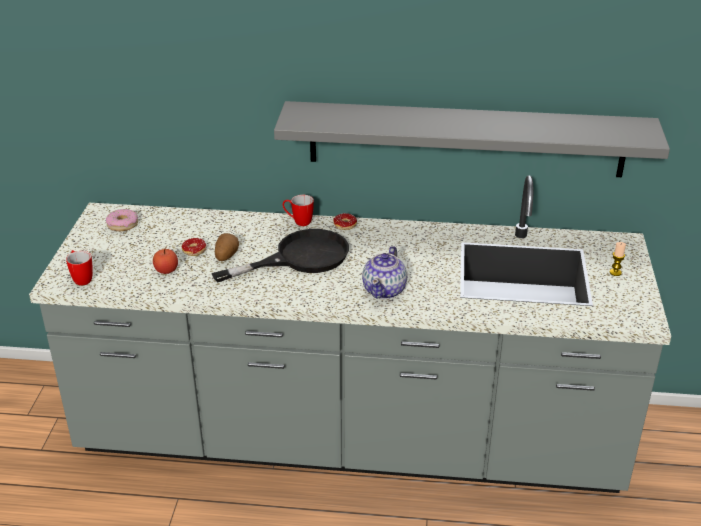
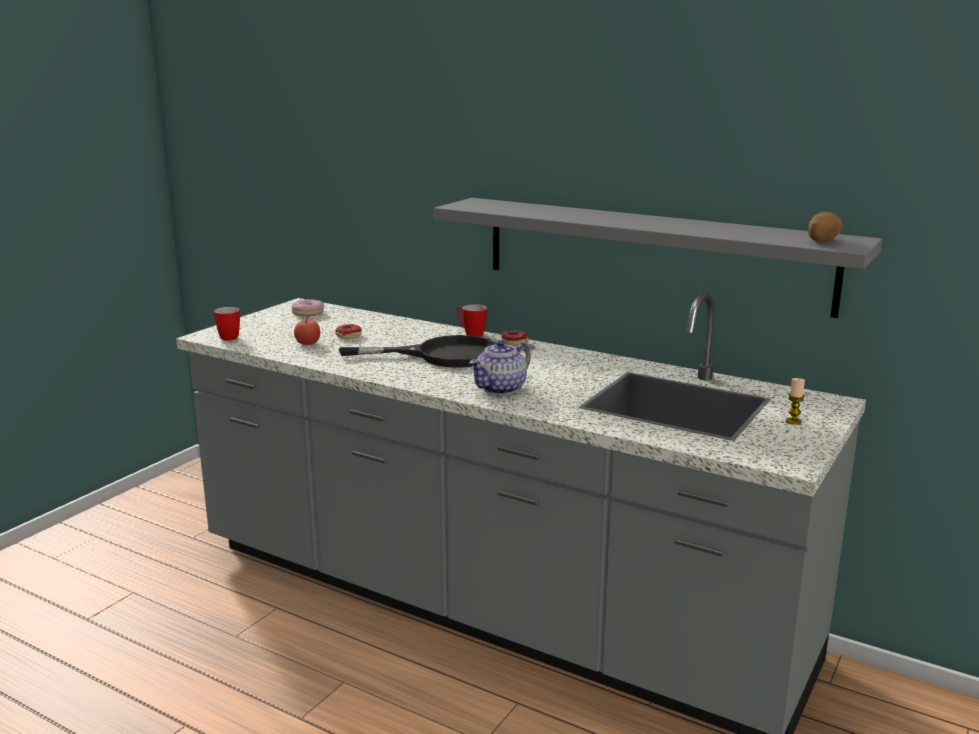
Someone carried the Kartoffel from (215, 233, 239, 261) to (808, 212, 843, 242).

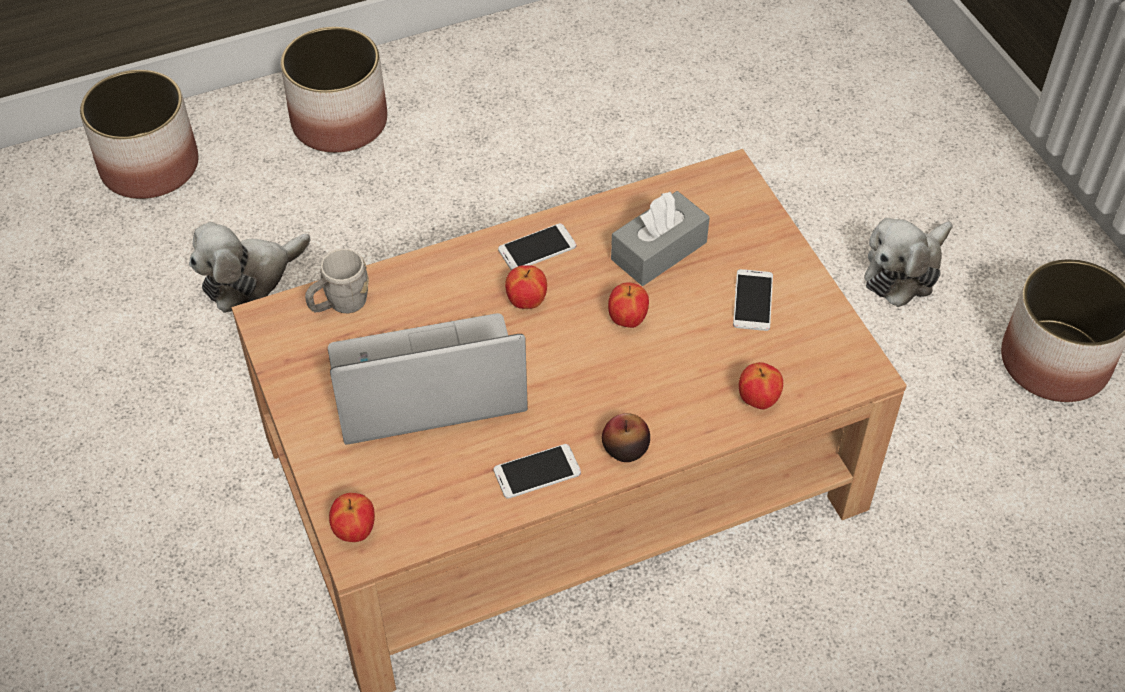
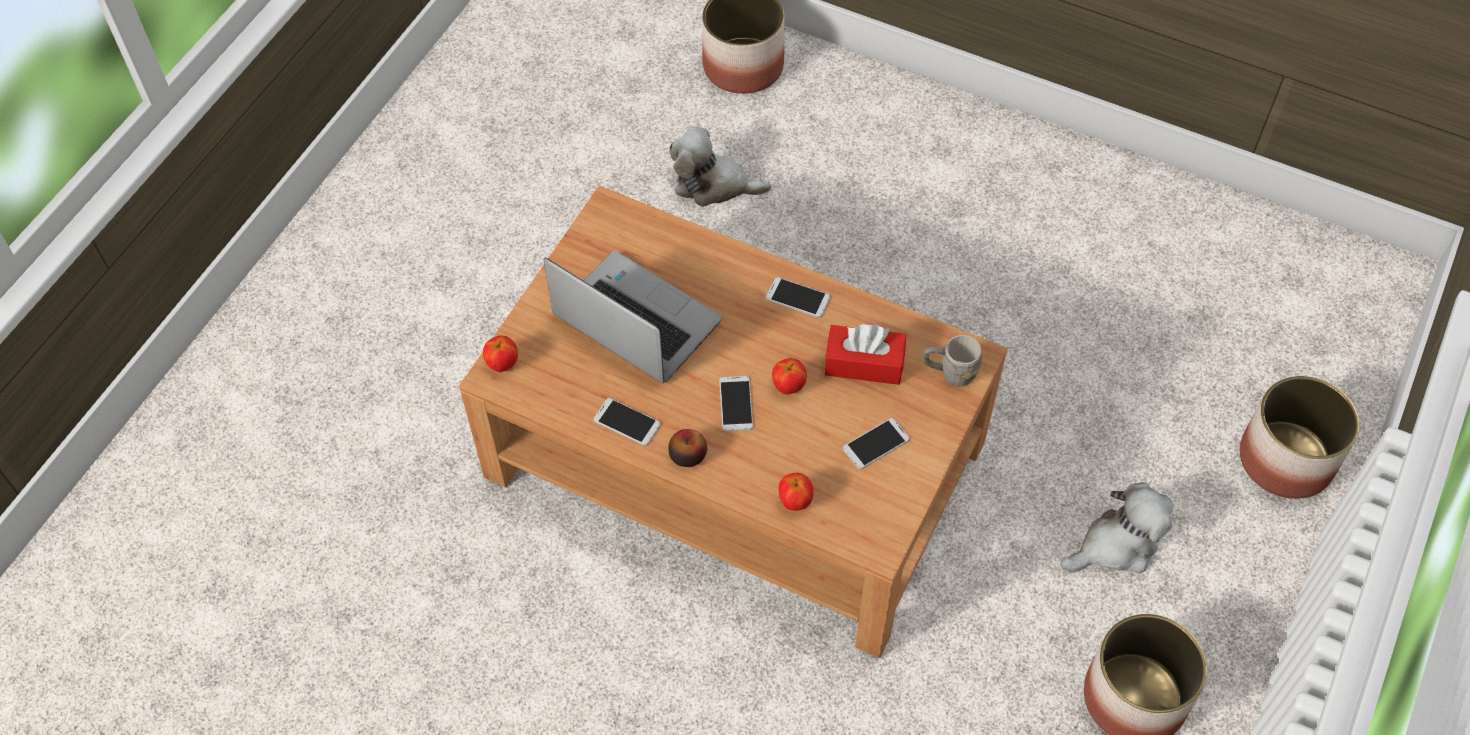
Someone carried the Pflanzkübel from (280, 27, 387, 153) to (1240, 376, 1360, 499). Someone repainted the Taschentuchbox [grau] at (611, 191, 710, 286), which became the Taschentuchbox [rot] at (825, 324, 906, 385). Someone rotated the Plüschtier at (865, 218, 953, 307) by 150 degrees clockwise. Someone carried the Henkelbecher [grau] from (305, 249, 369, 313) to (924, 335, 983, 386). Someone took away the Apfel at (505, 265, 547, 309). Someone put down the Handy at (719, 376, 753, 431).

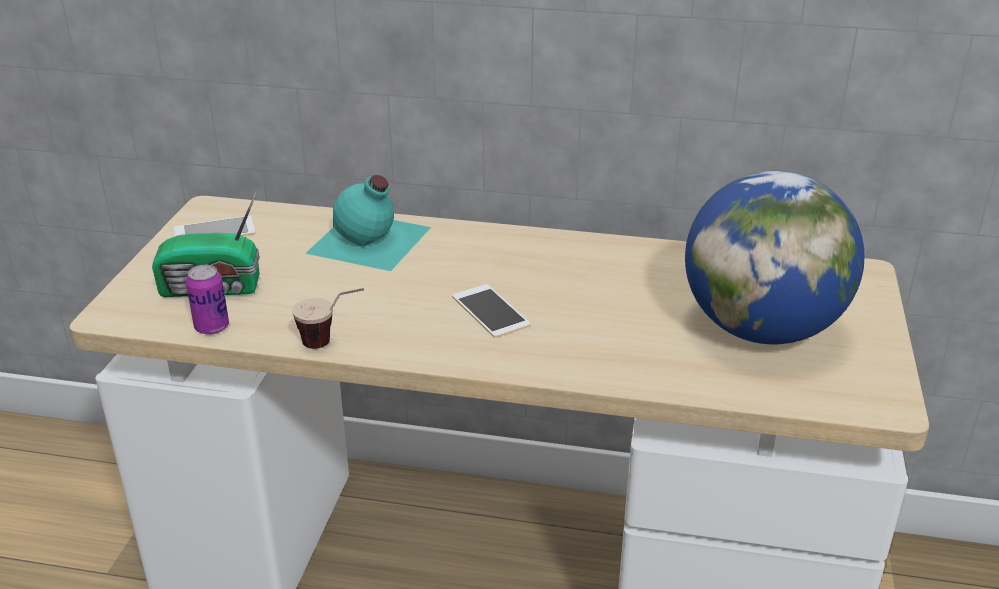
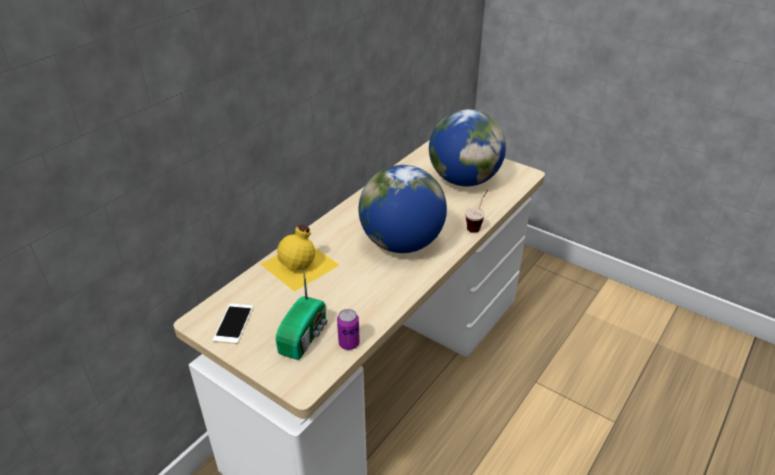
Someone repainted the Flasche [türkis] at (305, 175, 431, 271), which became the Flasche [gelb] at (261, 225, 339, 292). Someone swapped the Handy at (452, 284, 531, 338) for the Globus at (359, 165, 447, 253). Someone carried the Tasse from (292, 288, 364, 349) to (465, 190, 488, 233).

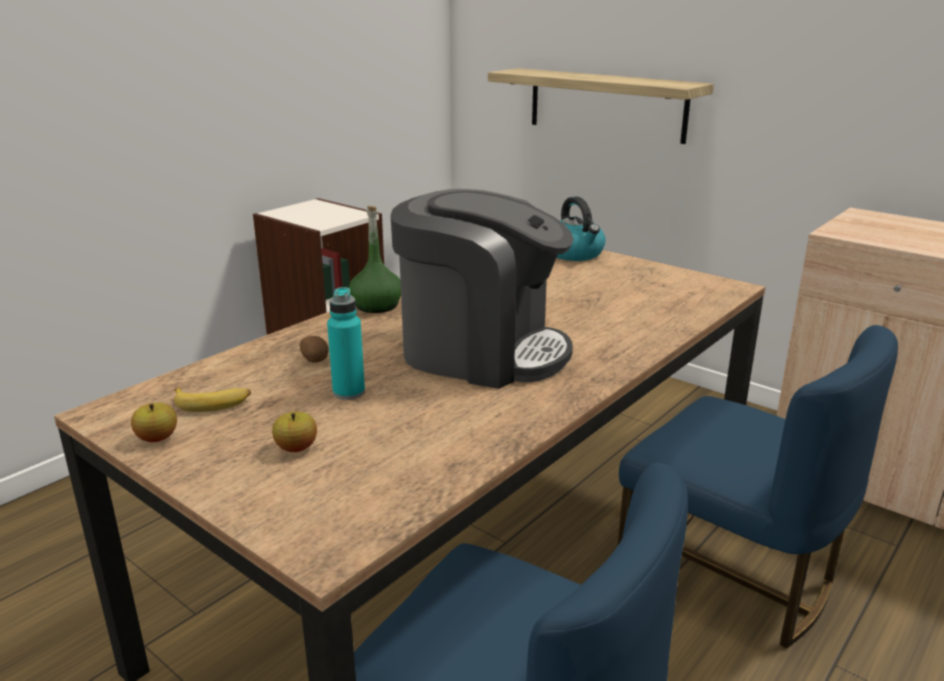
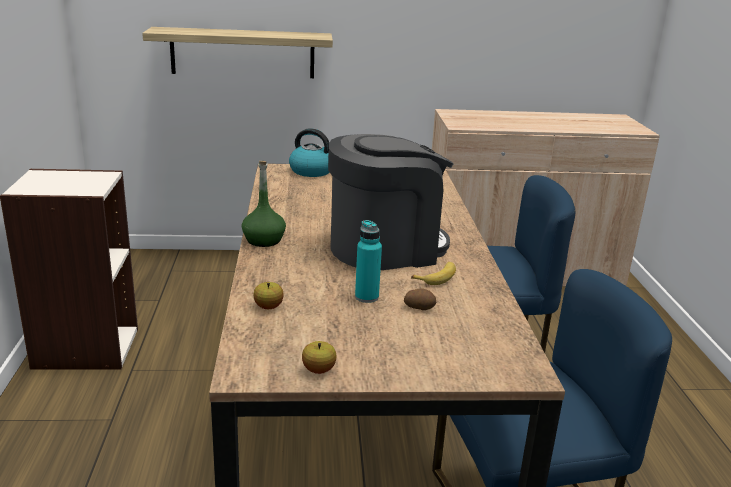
Someone carried the Kartoffel from (299, 336, 329, 363) to (404, 288, 436, 310). Someone carried the Banane from (174, 387, 251, 412) to (411, 262, 456, 285). Someone carried the Apfel from (272, 412, 317, 452) to (253, 282, 284, 309).

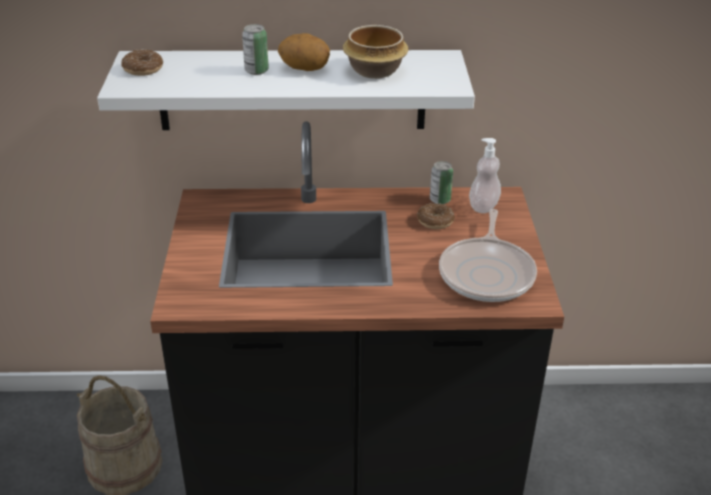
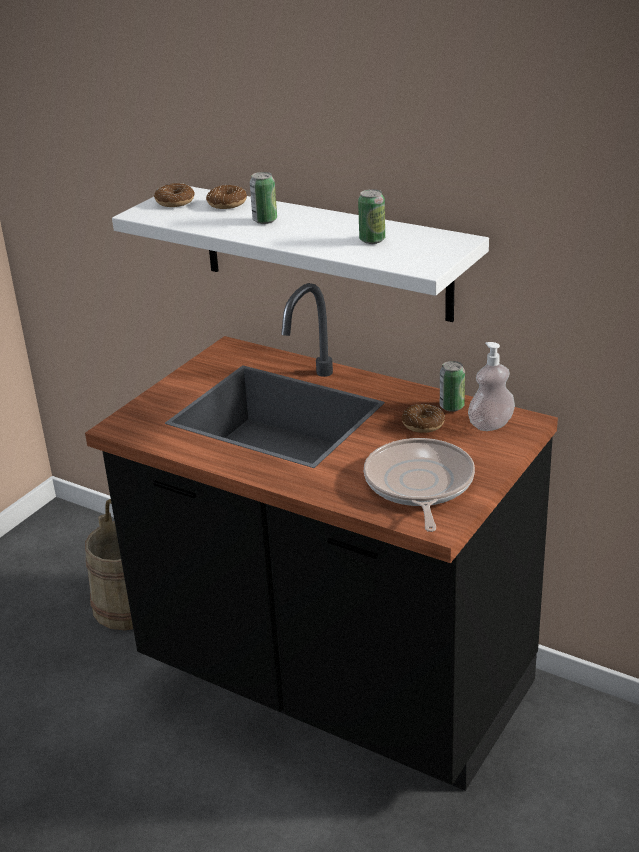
Someone swapped the Schüssel at (343, 25, 409, 79) for the Dose at (358, 189, 385, 244). Someone took away the Kartoffel at (278, 33, 330, 71). Someone rotated the Pfanne at (439, 209, 537, 302) by 135 degrees clockwise. Someone put down the Donut at (206, 185, 247, 209).

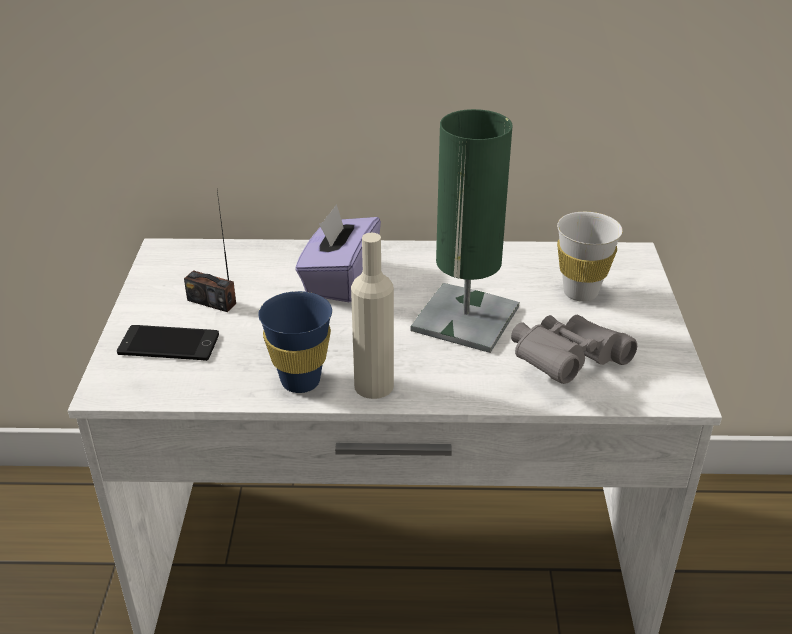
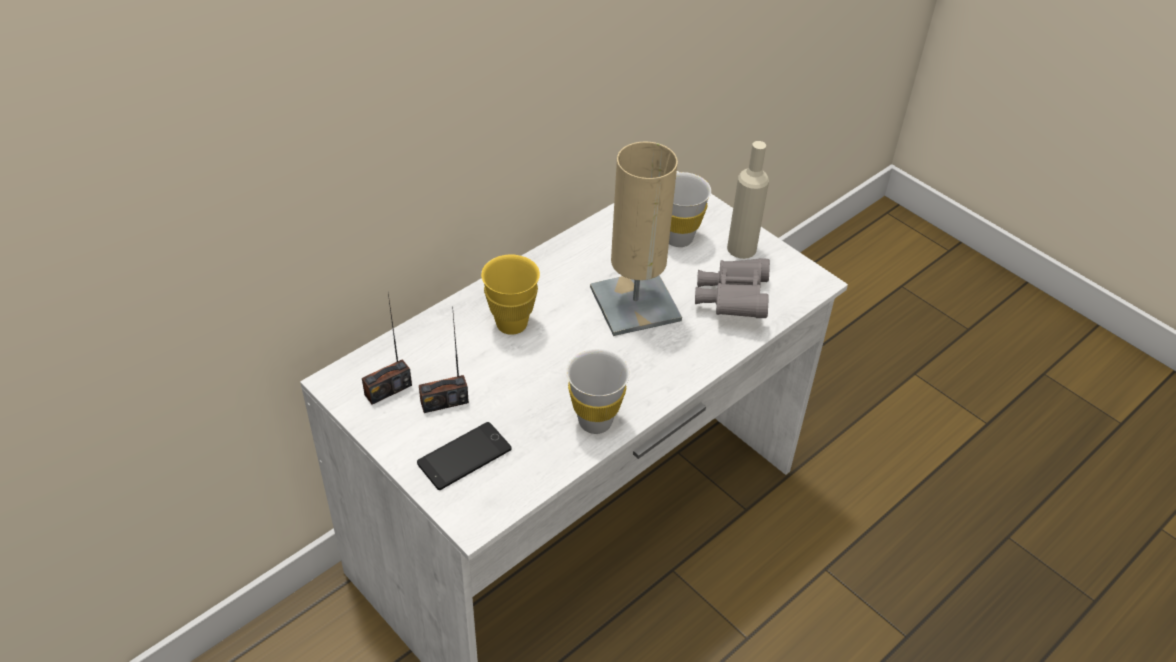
Someone repainted the Tischlampe [grün] at (411, 109, 519, 353), which became the Tischlampe [beige] at (590, 142, 682, 336). Someone swapped the Taschentuchbox [lila] at (295, 204, 381, 303) for the Tasse [gelb] at (481, 255, 540, 335). Someone carried the Flasche [beige] from (351, 233, 394, 399) to (727, 141, 769, 259). Someone repainted the Tasse [blau] at (258, 291, 332, 393), which became the Tasse [weiß] at (566, 349, 630, 434). Someone put down the Radio at (362, 293, 412, 405).

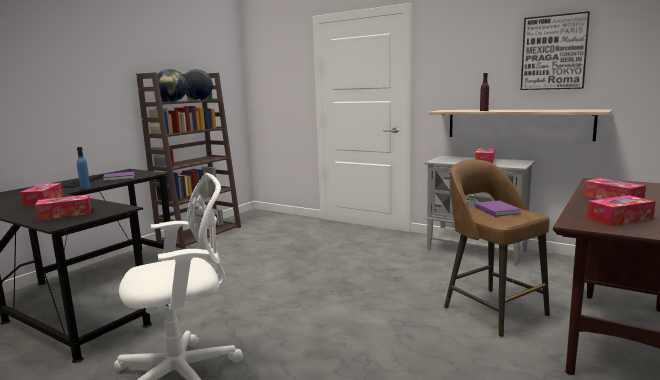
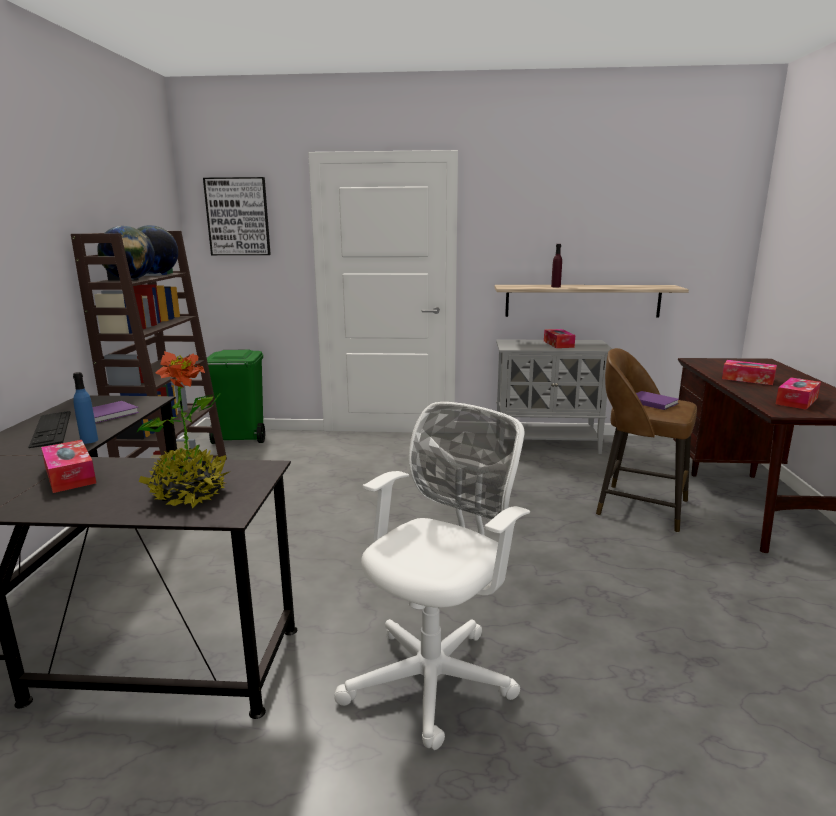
Someone carried the Bild from (521, 11, 590, 90) to (203, 177, 271, 255). Someone swapped the Taschentuchbox at (35, 194, 91, 221) for the Topfpflanze at (136, 351, 231, 509). Someone put down the Mülleimer [grün] at (207, 349, 265, 444).

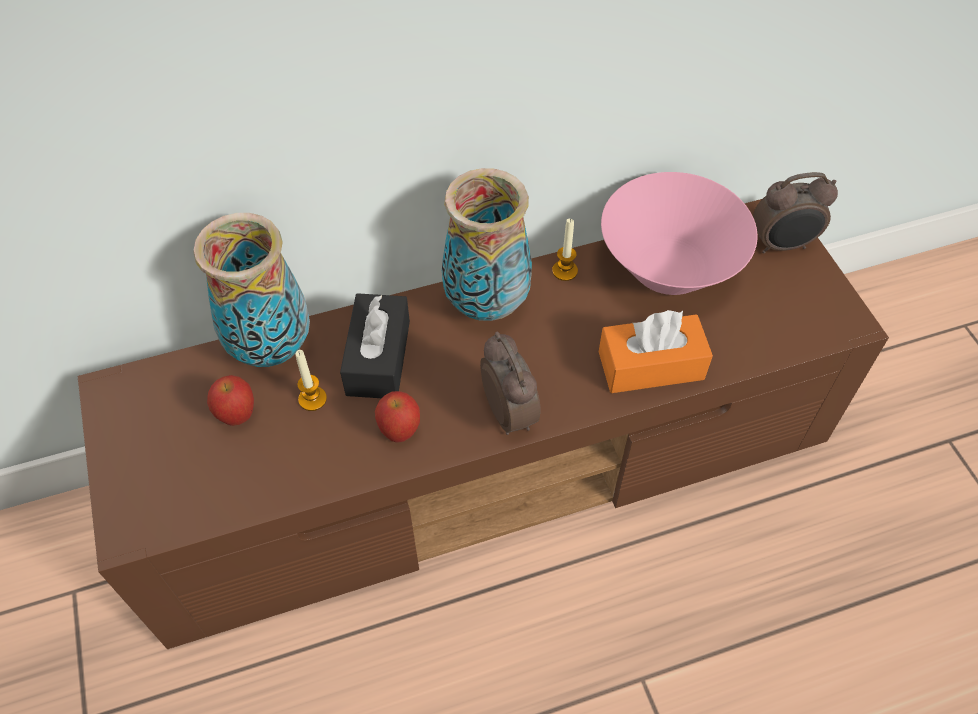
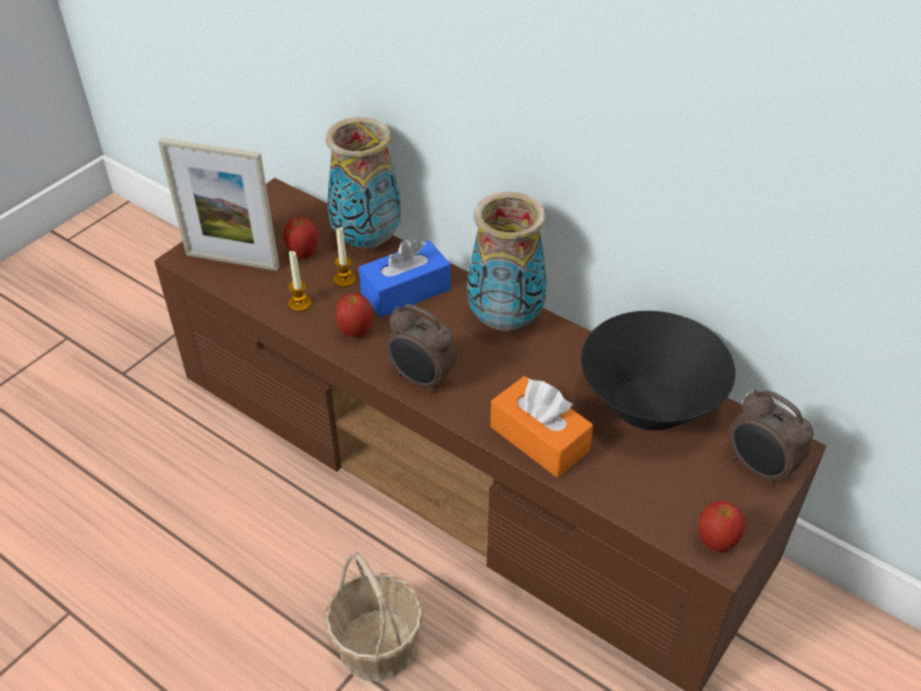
Someone repainted the Schüssel [rosa] at (601, 172, 758, 295), which became the Schüssel [schwarz] at (581, 311, 735, 431). Someone carried the Kerze from (552, 219, 578, 281) to (288, 251, 312, 312). Someone repainted the Taschentuchbox [schwarz] at (340, 293, 410, 398), which became the Taschentuchbox [blau] at (359, 238, 451, 317). Someone rotated the Wecker at (480, 332, 541, 435) by 90 degrees clockwise. Someone put down the Bilderrahmen at (158, 138, 280, 271). Someone put down the Apfel at (698, 501, 746, 552). Someone put down the Korb at (324, 552, 423, 682).

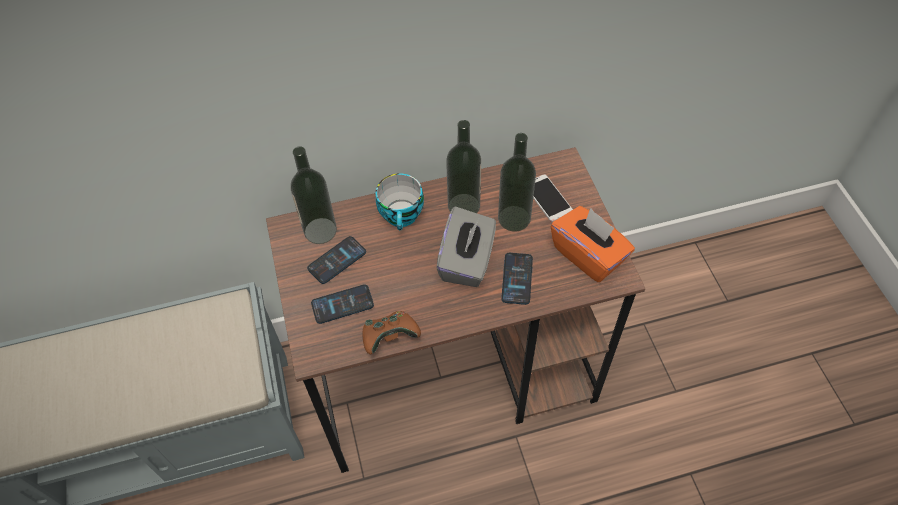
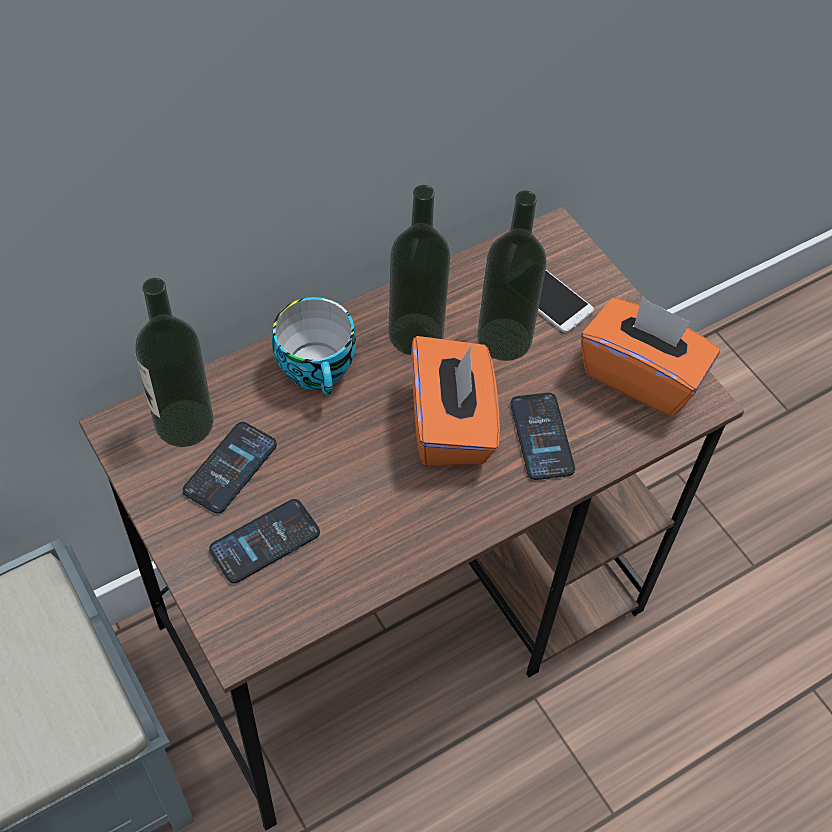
Someone repainted the Taschentuchbox [grau] at (436, 207, 496, 287), which became the Taschentuchbox [orange] at (411, 336, 500, 466). Someone took away the Gamepad [braun] at (362, 311, 421, 354).

